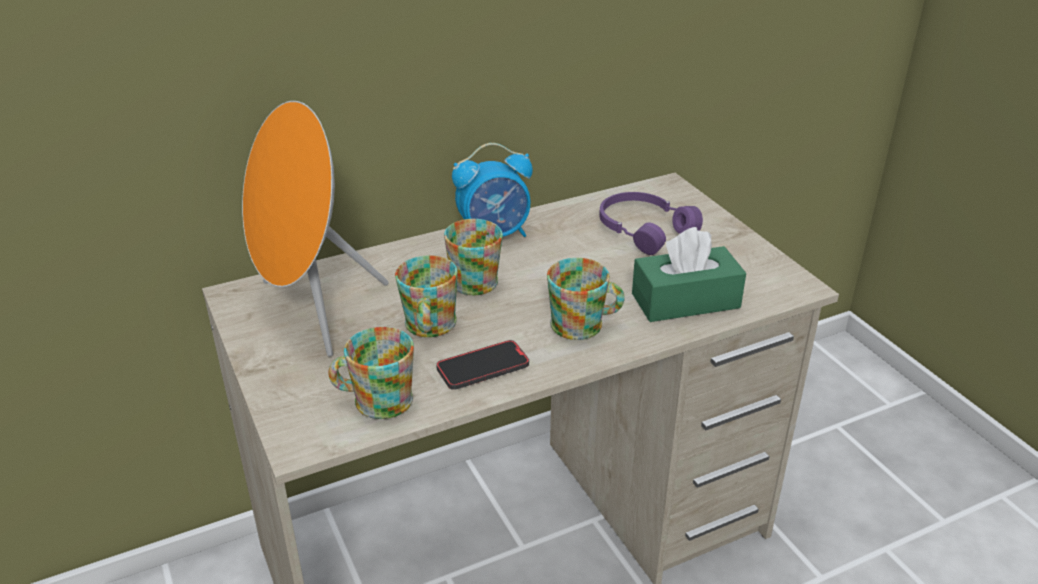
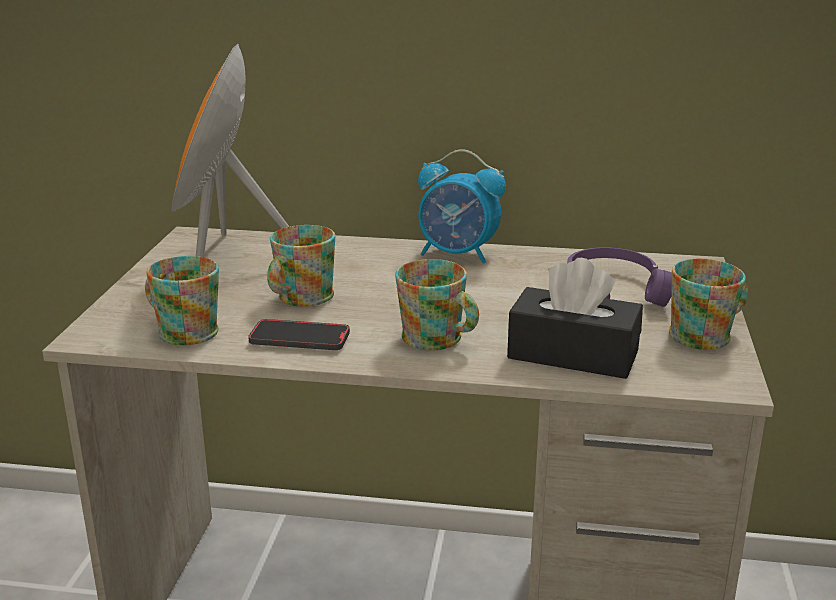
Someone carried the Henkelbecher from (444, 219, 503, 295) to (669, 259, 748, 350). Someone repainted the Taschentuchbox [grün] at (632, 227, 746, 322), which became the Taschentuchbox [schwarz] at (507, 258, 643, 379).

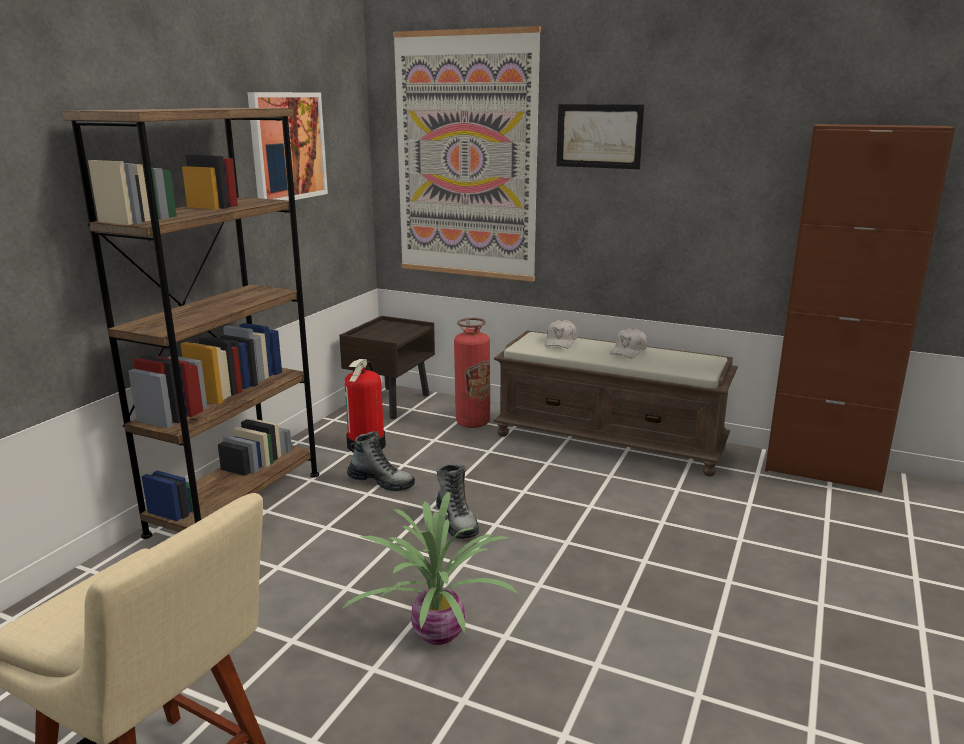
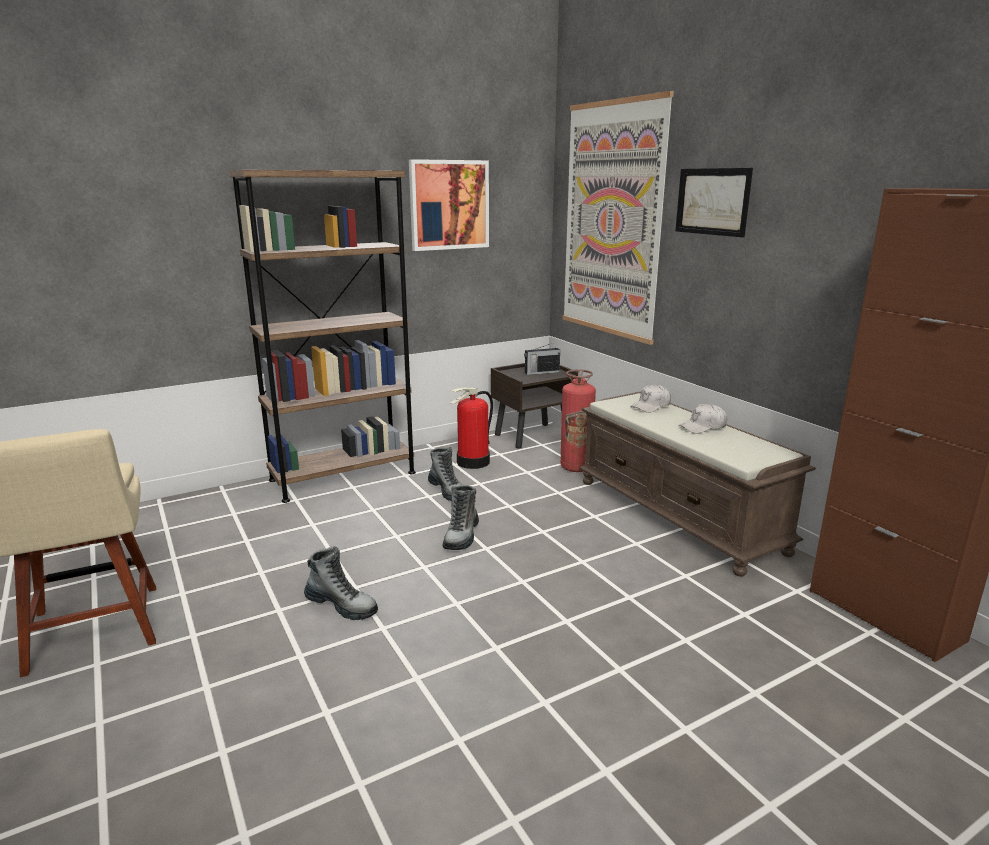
Someone swapped the Topfpflanze at (342, 492, 518, 645) for the Stiefel at (304, 546, 378, 620). Someone put down the Radio at (524, 344, 560, 375).

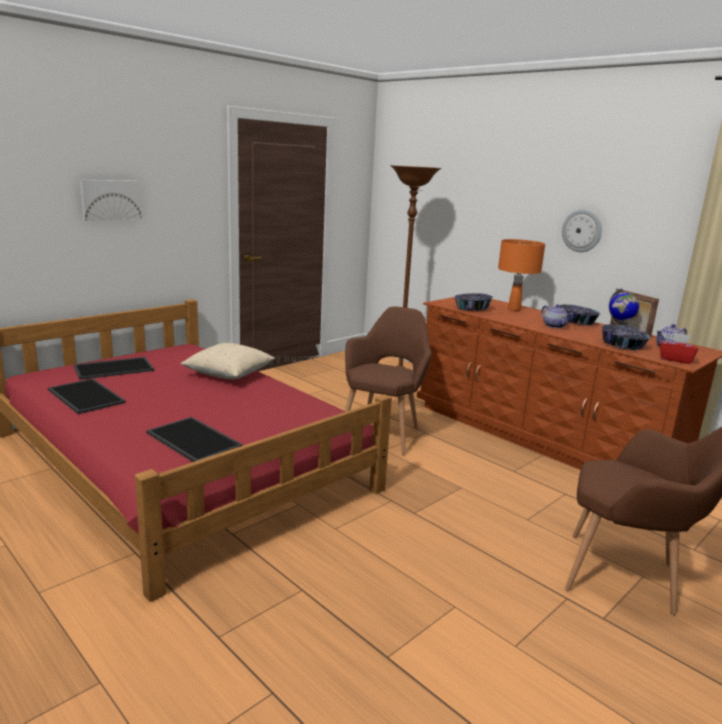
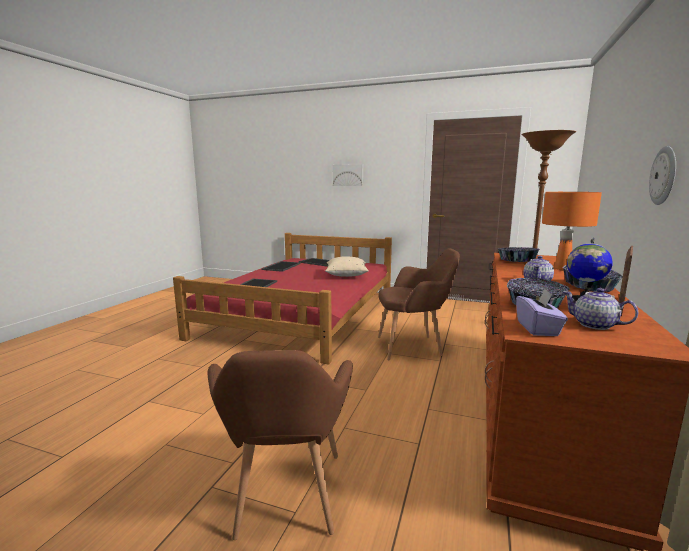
Someone repainted the Taschentuchbox [rot] at (660, 332, 698, 364), which became the Taschentuchbox [lila] at (516, 289, 568, 336).

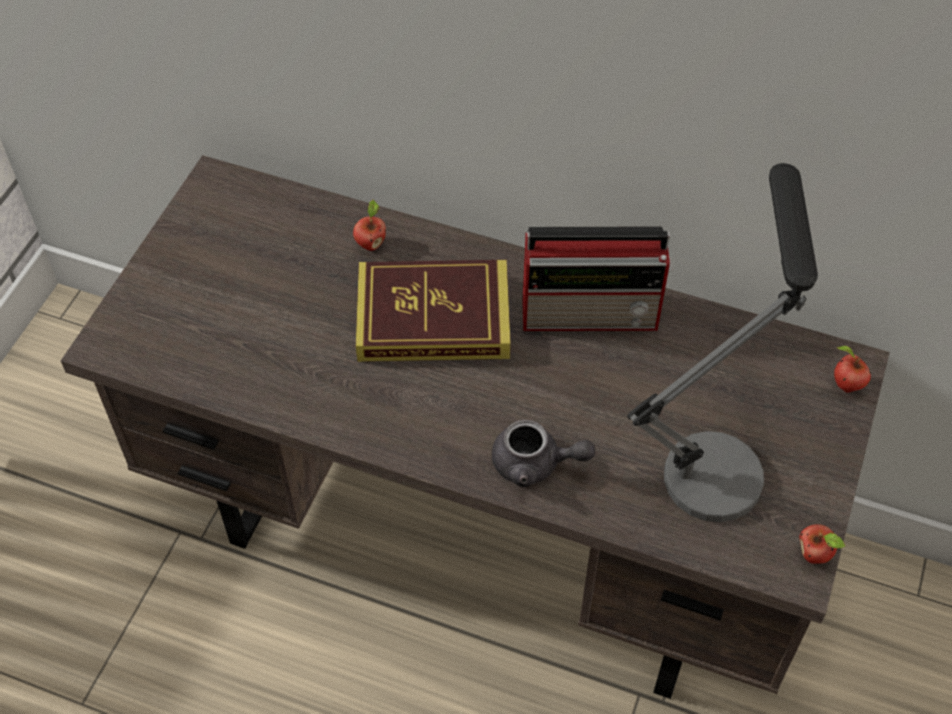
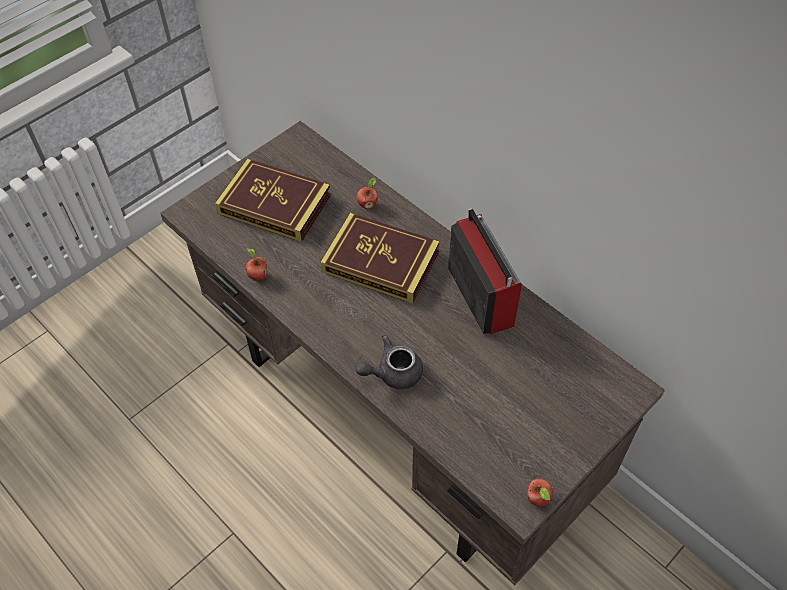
Someone took away the Tischlampe at (627, 163, 818, 522). Someone rotated the Radio at (522, 226, 672, 331) by 135 degrees counterclockwise. Someone carried the Apfel from (834, 346, 871, 393) to (246, 248, 267, 281). Someone rotated the Teekanne [grau] at (492, 420, 595, 487) by 120 degrees clockwise. Someone put down the Buch at (215, 159, 331, 242).

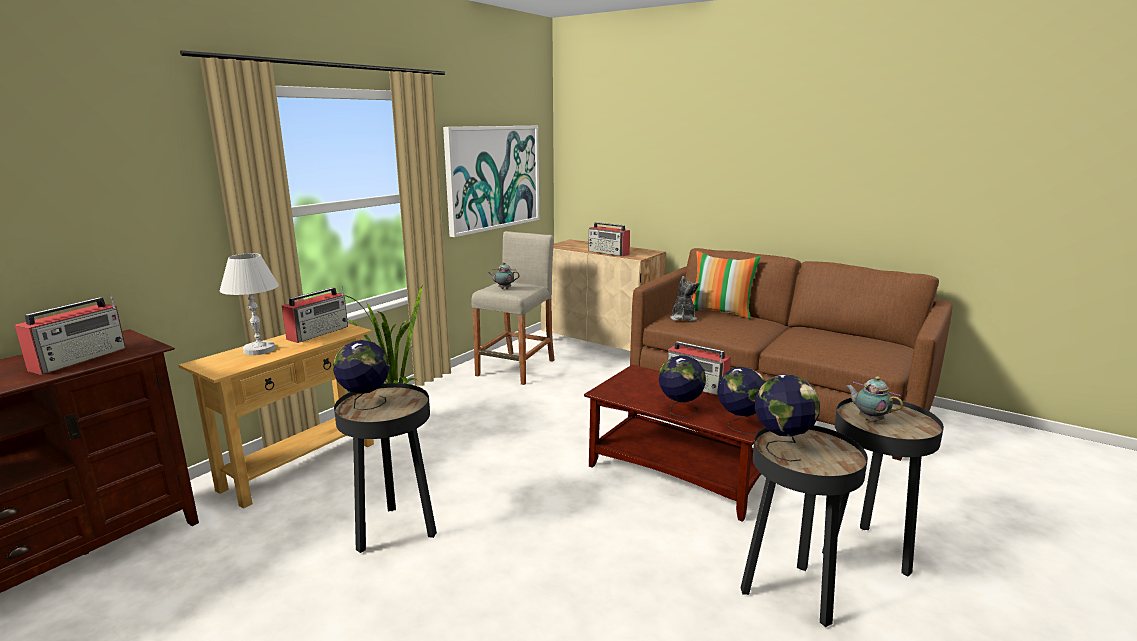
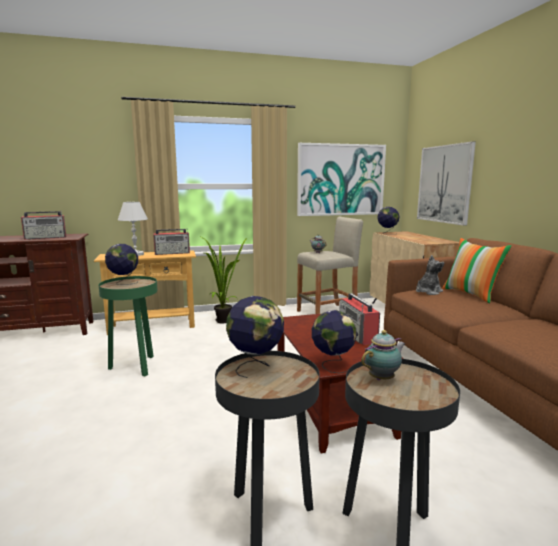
Someone took away the Radio at (589, 222, 630, 257). Someone carried the Globus from (659, 355, 706, 417) to (377, 207, 399, 235). Someone rotated the Teekanne at (846, 376, 903, 422) by 60 degrees clockwise. Someone repainted the Beistelltisch [schwarz] at (334, 383, 437, 553), which became the Beistelltisch [grün] at (98, 276, 158, 376). Someone put up the Bild at (417, 141, 476, 226).

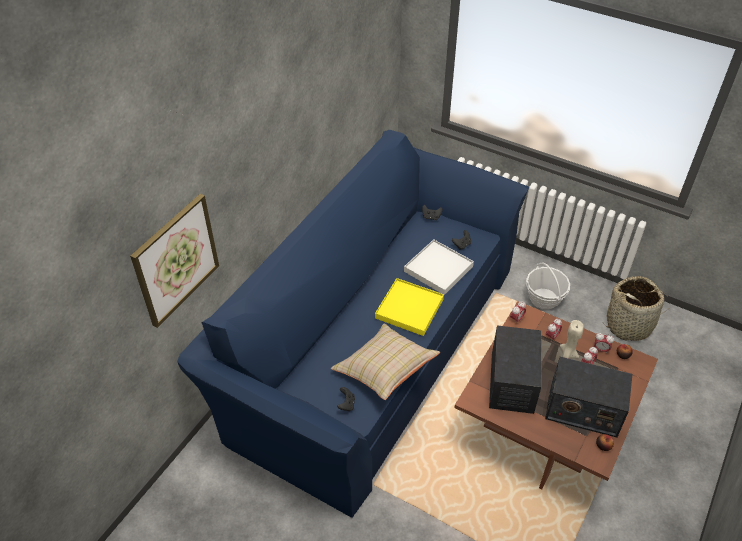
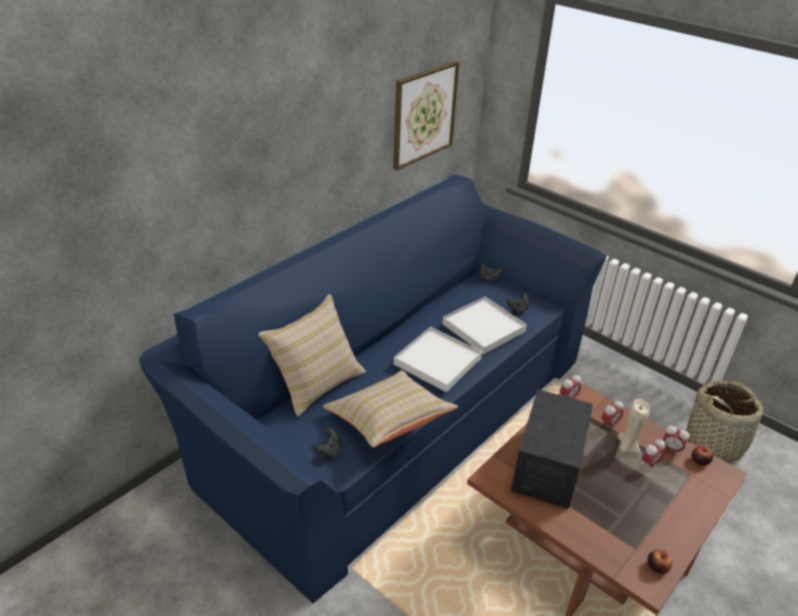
Someone carried the Bild from (130, 194, 219, 328) to (393, 61, 459, 170). Someone took away the Korb at (526, 262, 570, 310). Someone repainted the Tablett [gelb] at (375, 278, 444, 336), which became the Tablett [weiß] at (394, 327, 482, 392). Someone took away the Radio at (545, 357, 632, 437). Someone put down the Kissen [beige] at (258, 294, 366, 417).

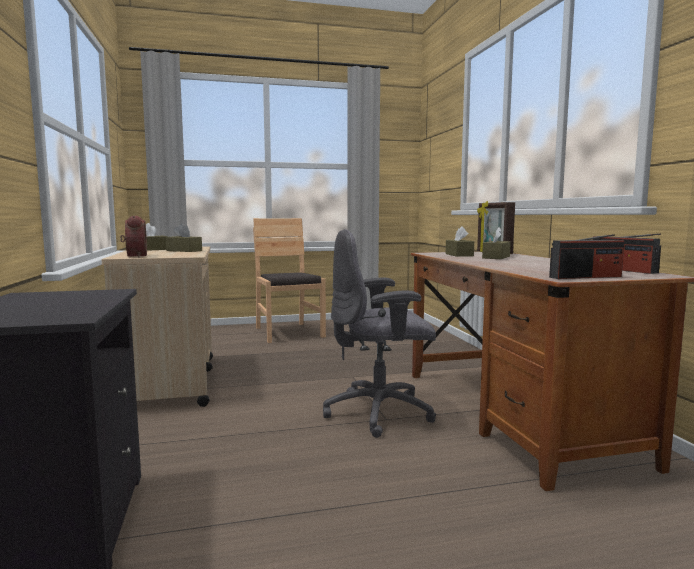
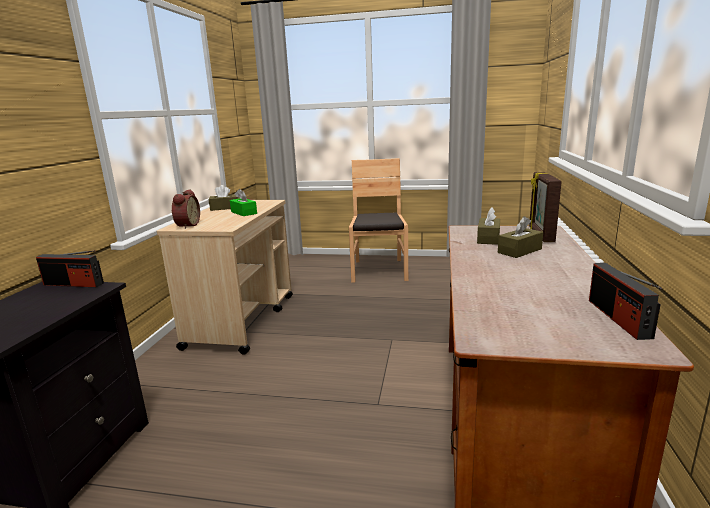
Someone repainted the Taschentuchbox [braun] at (166, 223, 202, 252), which became the Taschentuchbox [grün] at (230, 189, 257, 216). Someone took away the Bürostuhl [grau] at (323, 229, 436, 438). Someone carried the Radio from (549, 234, 624, 279) to (36, 250, 104, 287).

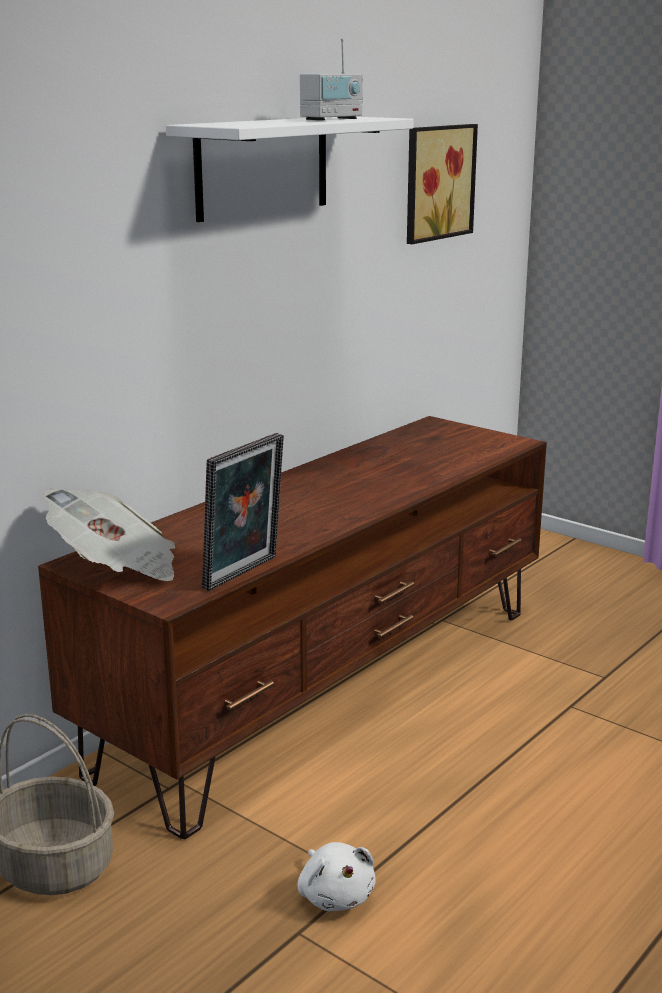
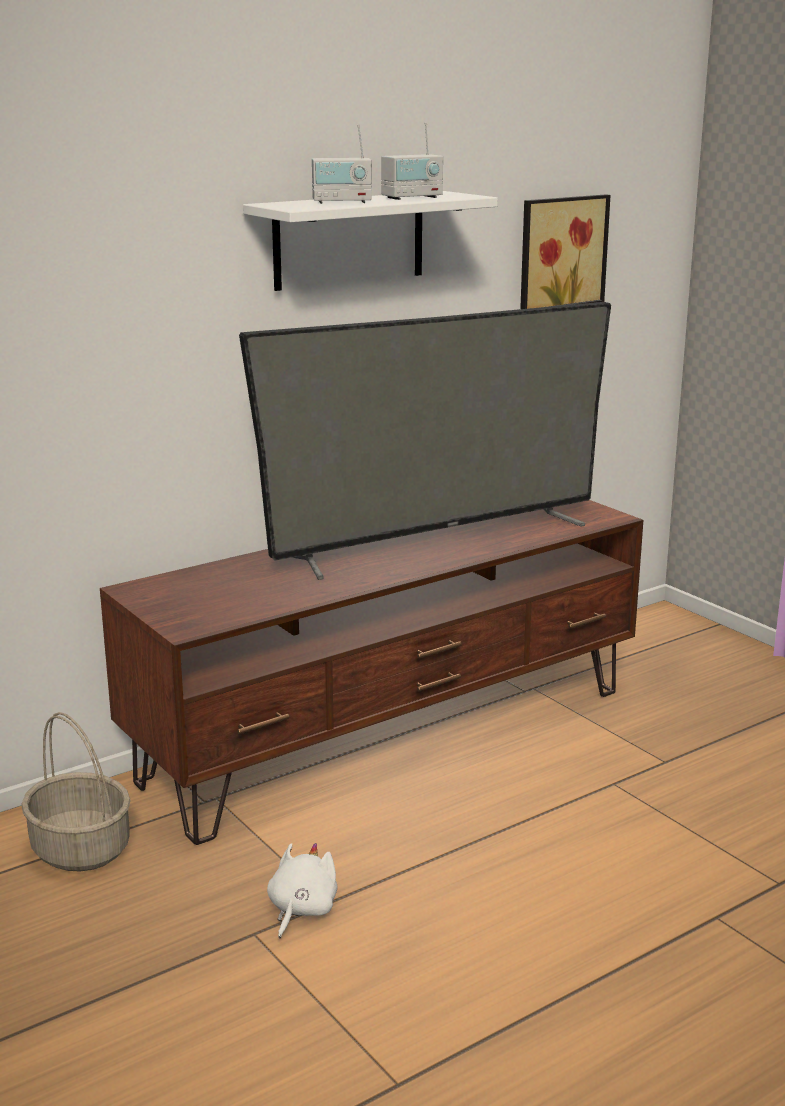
Someone took away the Bilderrahmen at (202, 433, 284, 591). Someone took away the Zeitung at (43, 489, 175, 581). Someone rotated the Plüschtier [weiß] at (297, 842, 376, 911) by 150 degrees counterclockwise. Someone put down the Radio at (312, 125, 372, 204). Someone put down the Fernseher at (239, 302, 611, 580).

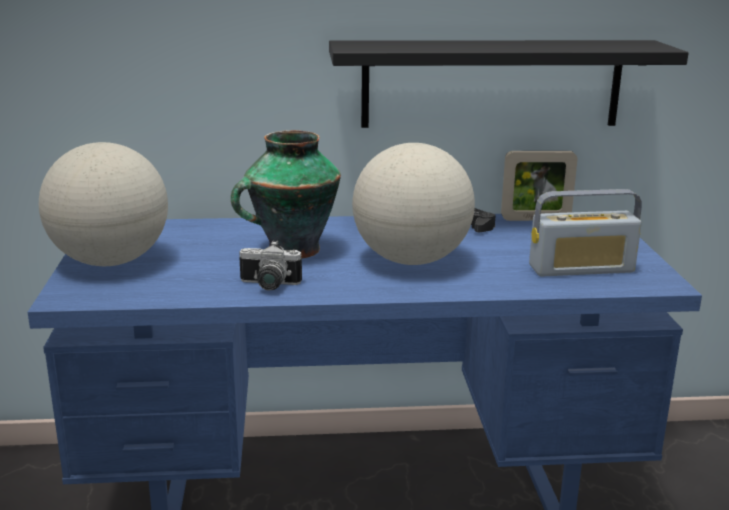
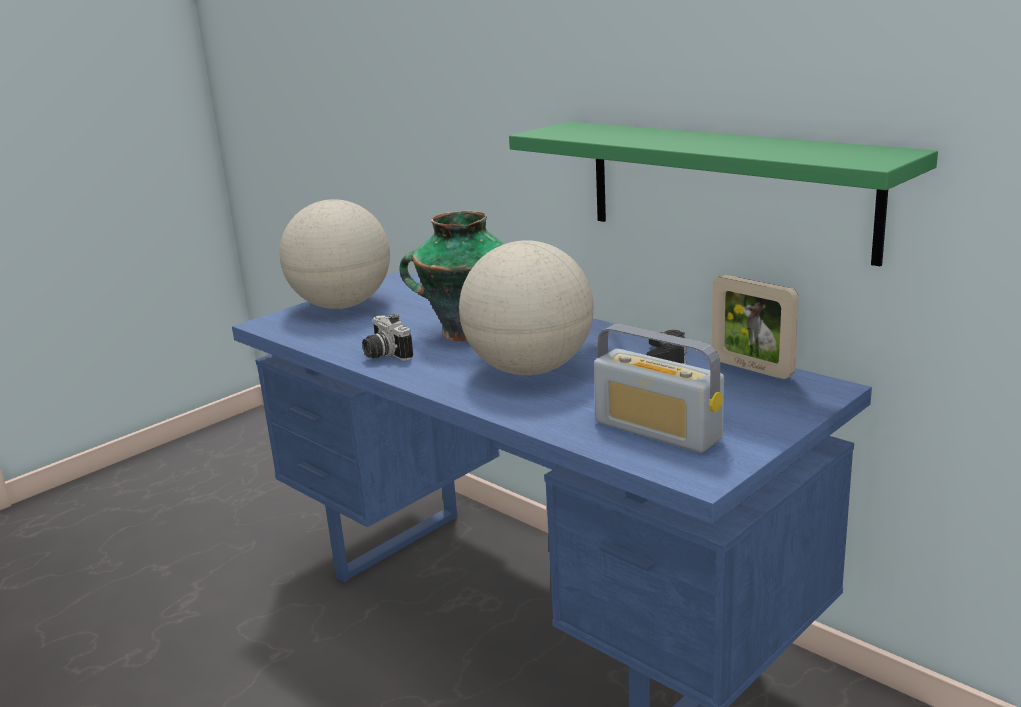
Someone repainted the Wandregal [schwarz] at (329, 40, 688, 128), which became the Wandregal [grün] at (509, 122, 938, 267).

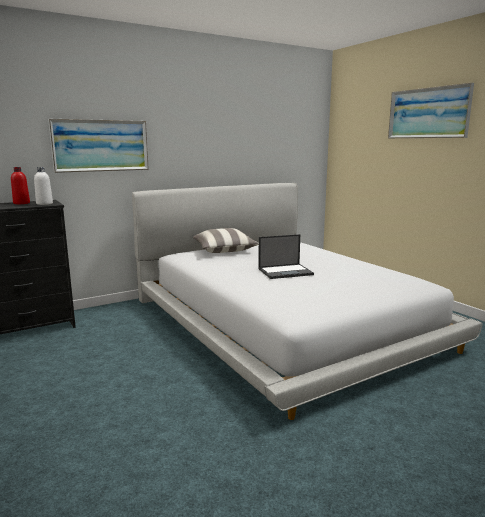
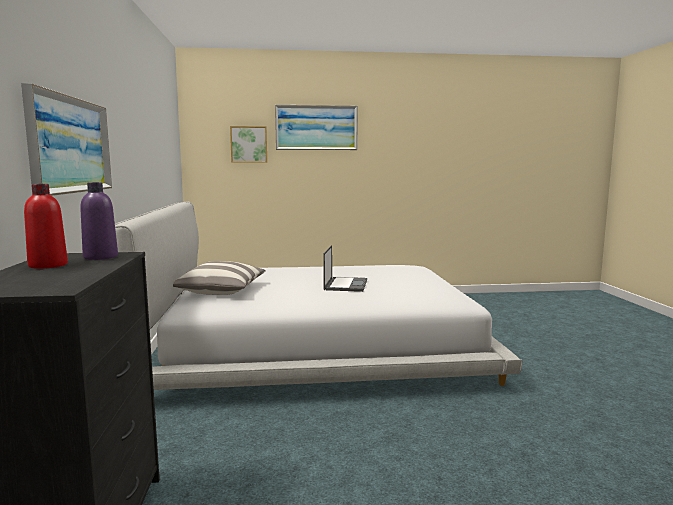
Someone repainted the Flasche [weiß] at (34, 167, 53, 205), which became the Flasche [lila] at (80, 182, 118, 260). Someone put up the Bild at (230, 126, 267, 163).

